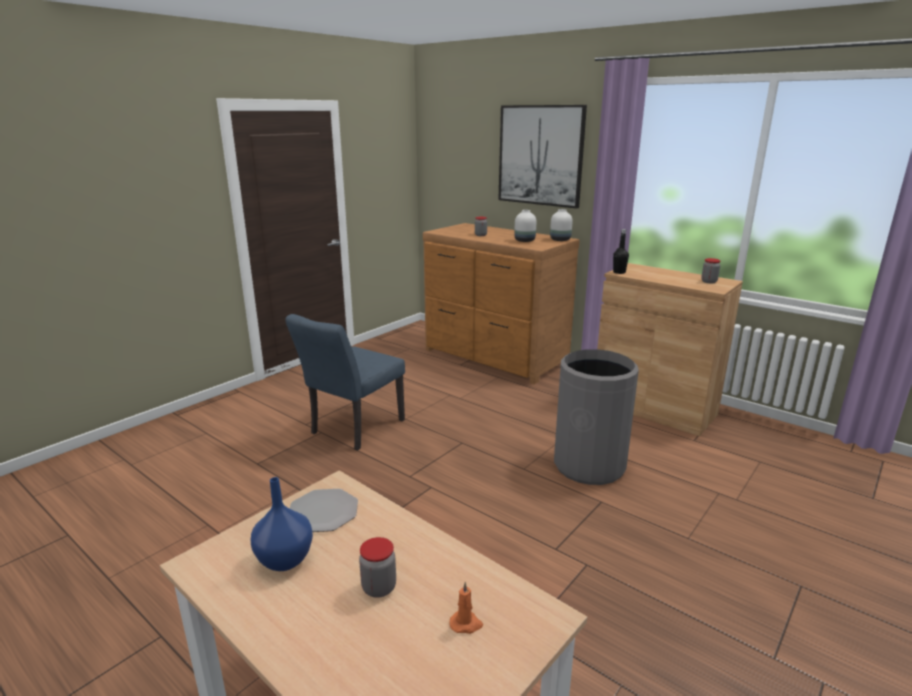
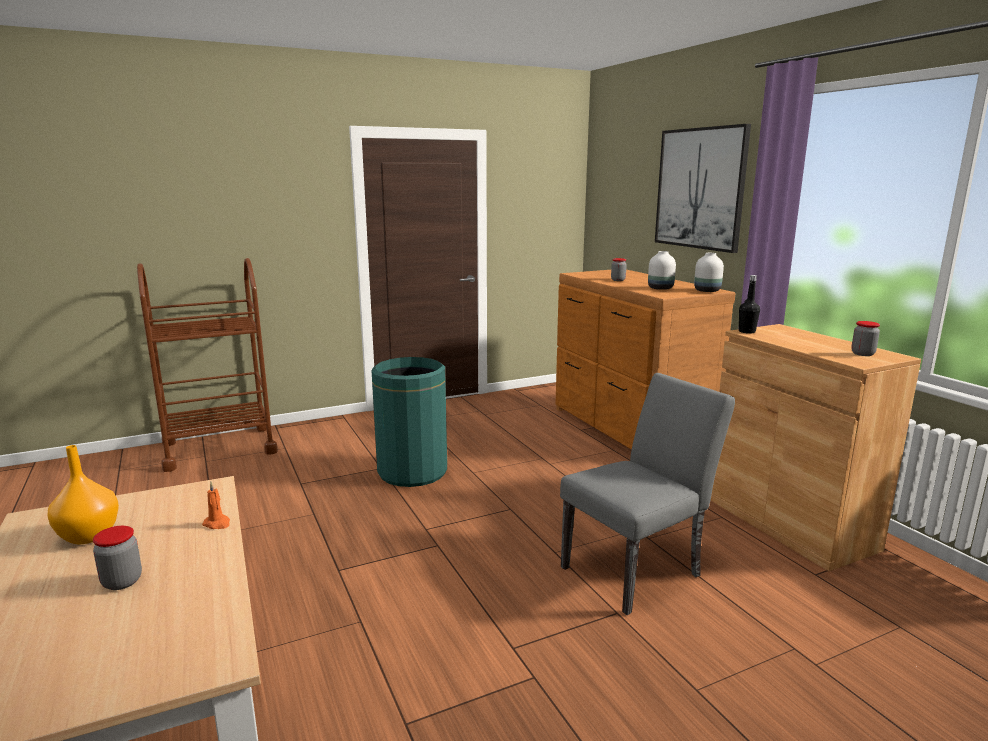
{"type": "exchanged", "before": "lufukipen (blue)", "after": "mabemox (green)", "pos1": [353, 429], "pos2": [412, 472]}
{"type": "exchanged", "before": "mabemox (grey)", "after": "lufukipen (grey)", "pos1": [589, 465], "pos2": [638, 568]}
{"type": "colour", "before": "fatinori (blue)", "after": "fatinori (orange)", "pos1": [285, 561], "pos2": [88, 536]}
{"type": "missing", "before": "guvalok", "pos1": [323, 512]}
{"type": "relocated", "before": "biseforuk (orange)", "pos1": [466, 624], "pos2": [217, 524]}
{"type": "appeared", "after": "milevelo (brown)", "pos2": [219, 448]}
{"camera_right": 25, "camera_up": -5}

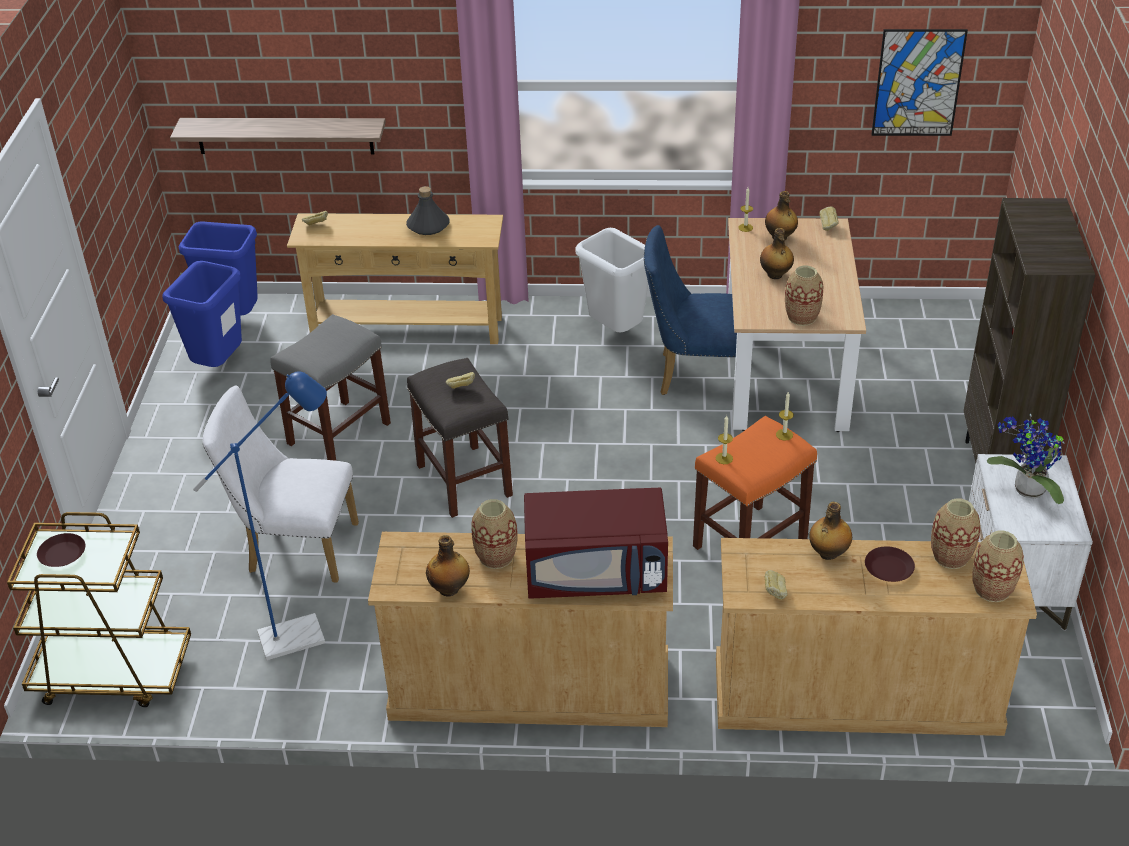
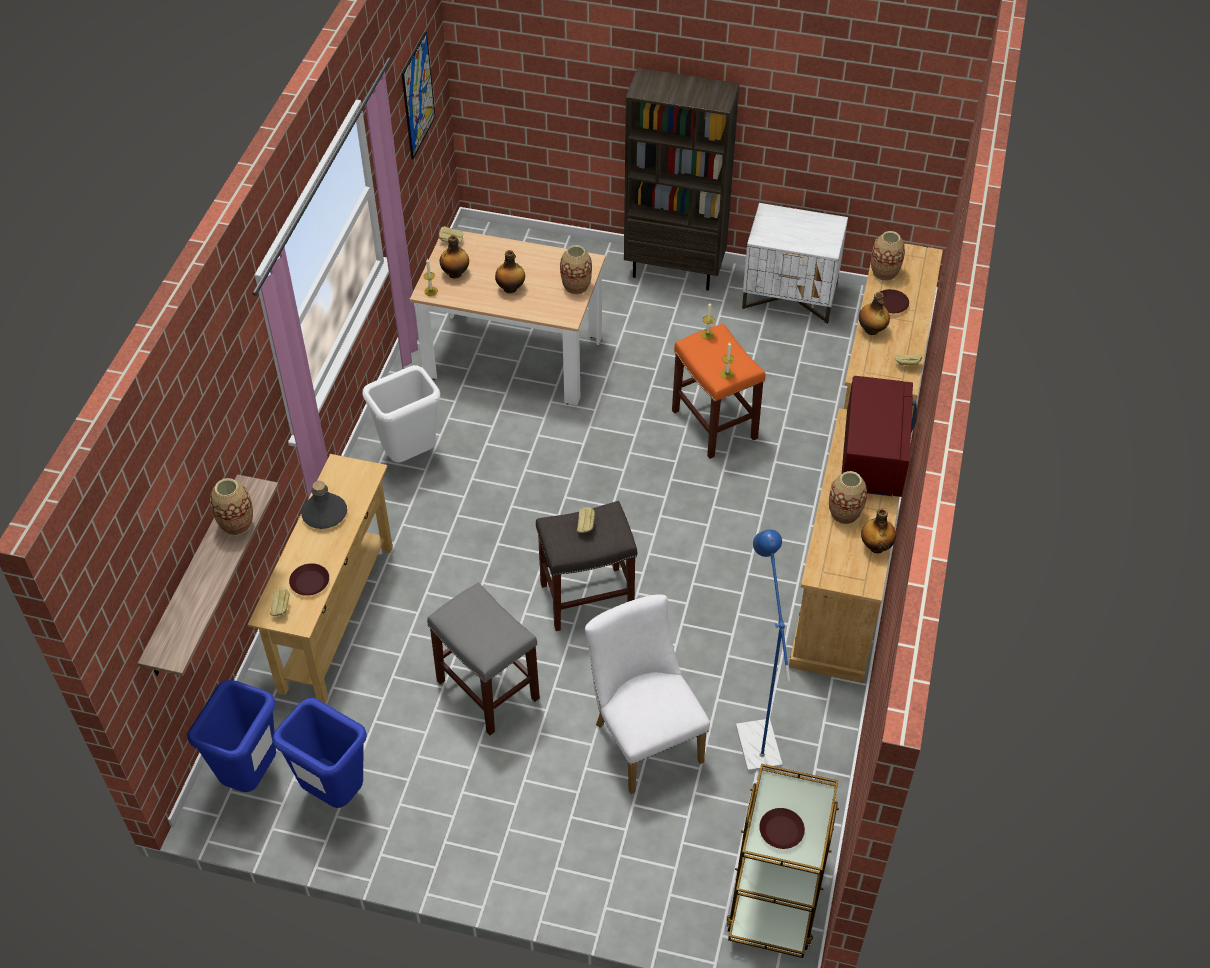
{"type": "missing", "before": "lufukipen (blue)", "pos1": [694, 375]}
{"type": "spun", "before": "lufukipen (white)", "pos1": [294, 548], "pos2": [644, 737], "turn": 135}
{"type": "missing", "before": "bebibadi", "pos1": [1025, 491]}
{"type": "relocated", "before": "fatinori", "pos1": [992, 589], "pos2": [237, 524]}
{"type": "appeared", "after": "guvalok (brown)", "pos2": [310, 582]}
{"camera_right": -80, "camera_up": 10}

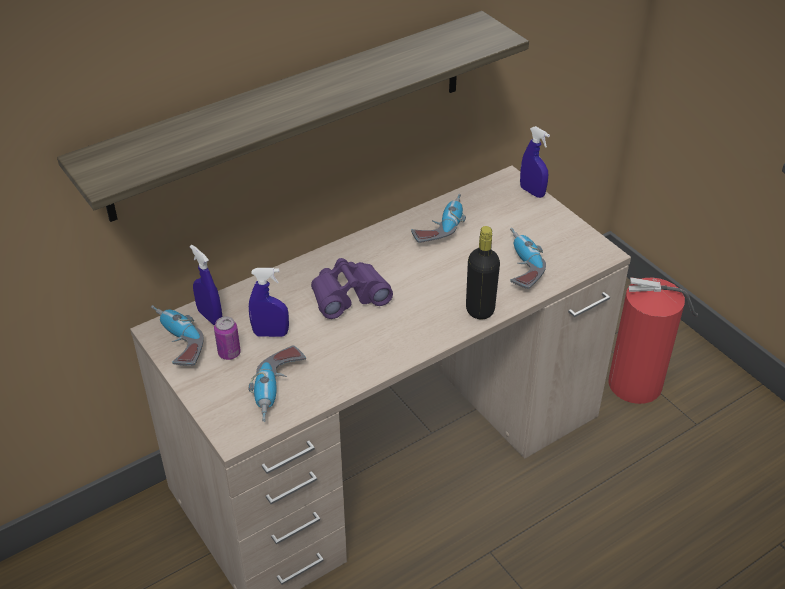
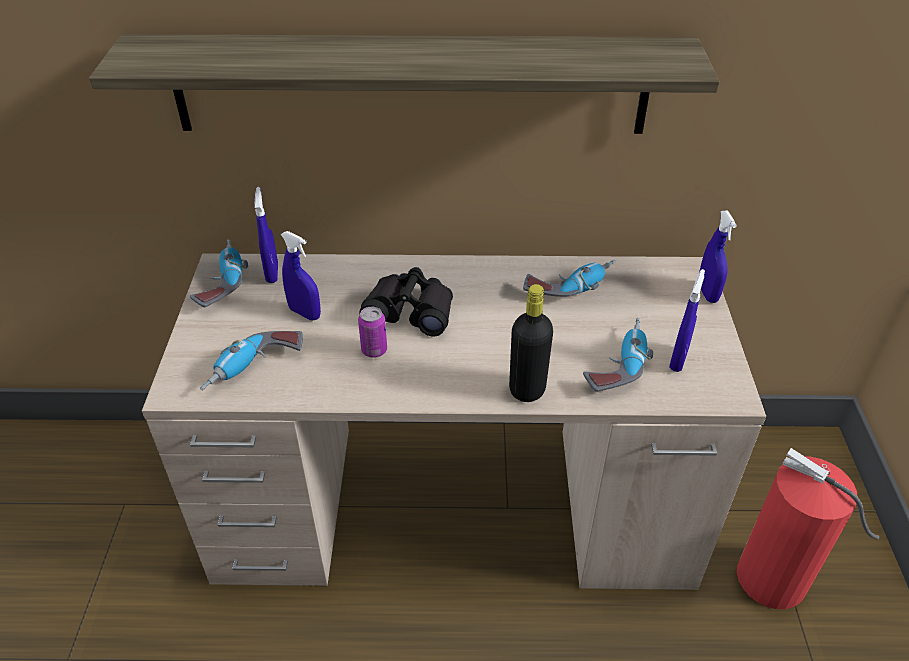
{"type": "colour", "before": "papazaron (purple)", "after": "papazaron (black)", "pos1": [349, 295], "pos2": [410, 311]}
{"type": "relocated", "before": "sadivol", "pos1": [229, 353], "pos2": [374, 350]}
{"type": "appeared", "after": "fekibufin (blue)", "pos2": [678, 360]}
{"camera_right": 35, "camera_up": 0}

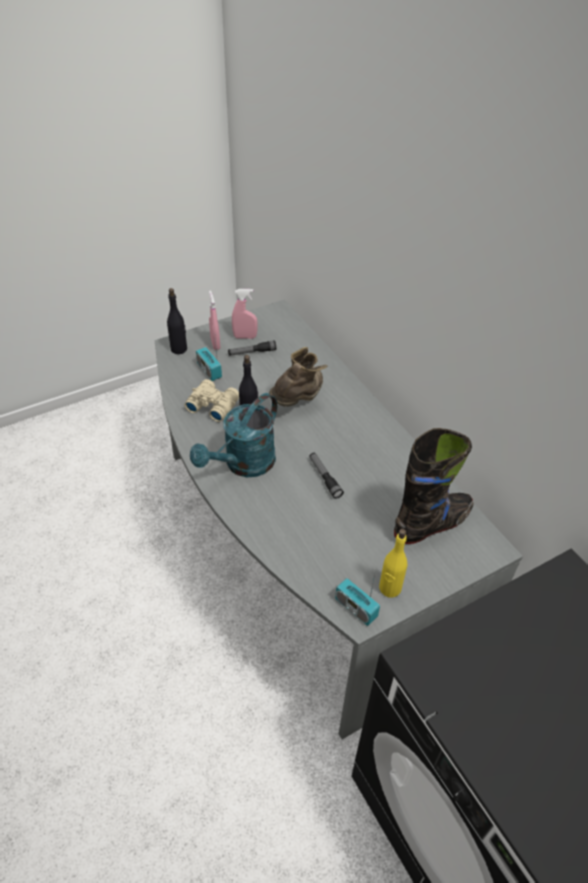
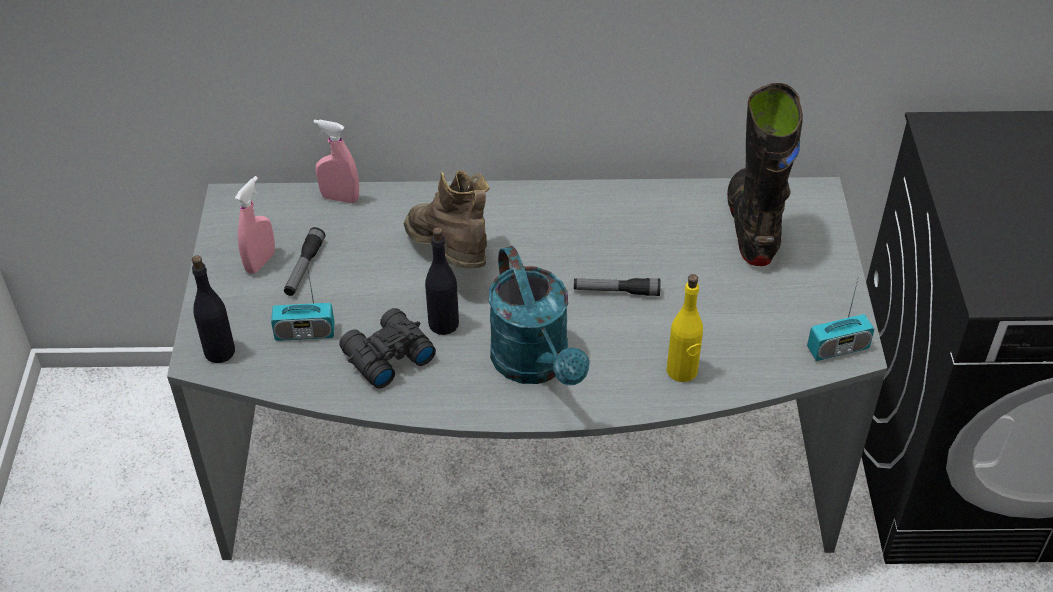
{"type": "relocated", "before": "fekibufin (pink)", "pos1": [215, 344], "pos2": [340, 198]}
{"type": "colour", "before": "papazaron (beige)", "after": "papazaron (black)", "pos1": [212, 404], "pos2": [385, 356]}
{"type": "relocated", "before": "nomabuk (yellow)", "pos1": [389, 588], "pos2": [682, 371]}
{"camera_right": -60, "camera_up": 0}

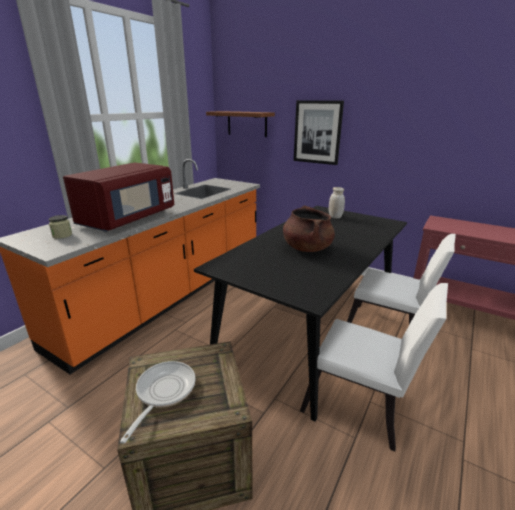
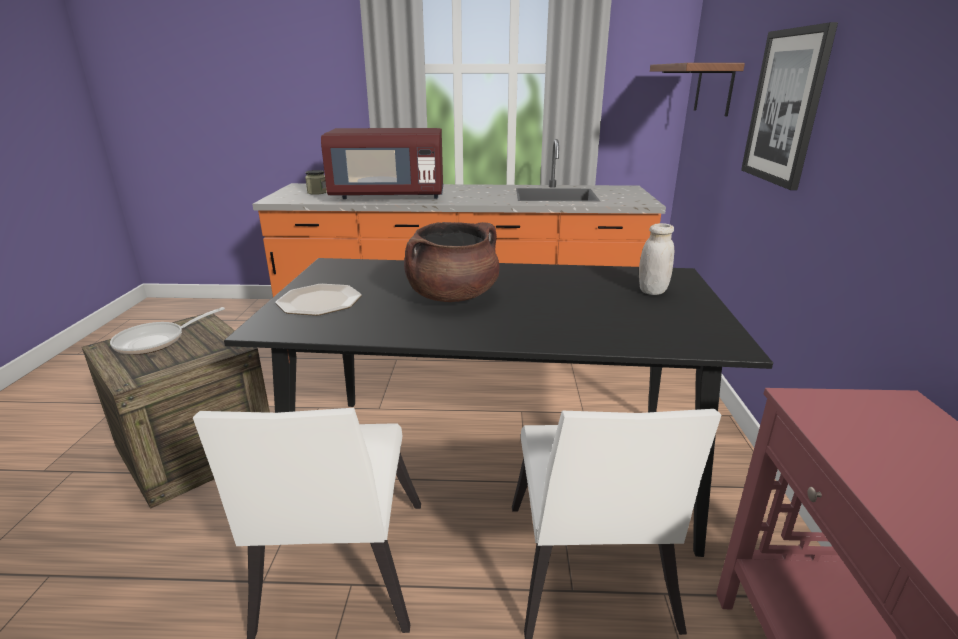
{"type": "spun", "before": "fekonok", "pos1": [163, 392], "pos2": [156, 341], "turn": 150}
{"type": "appeared", "after": "guvalok", "pos2": [320, 301]}
{"camera_right": 60, "camera_up": 0}

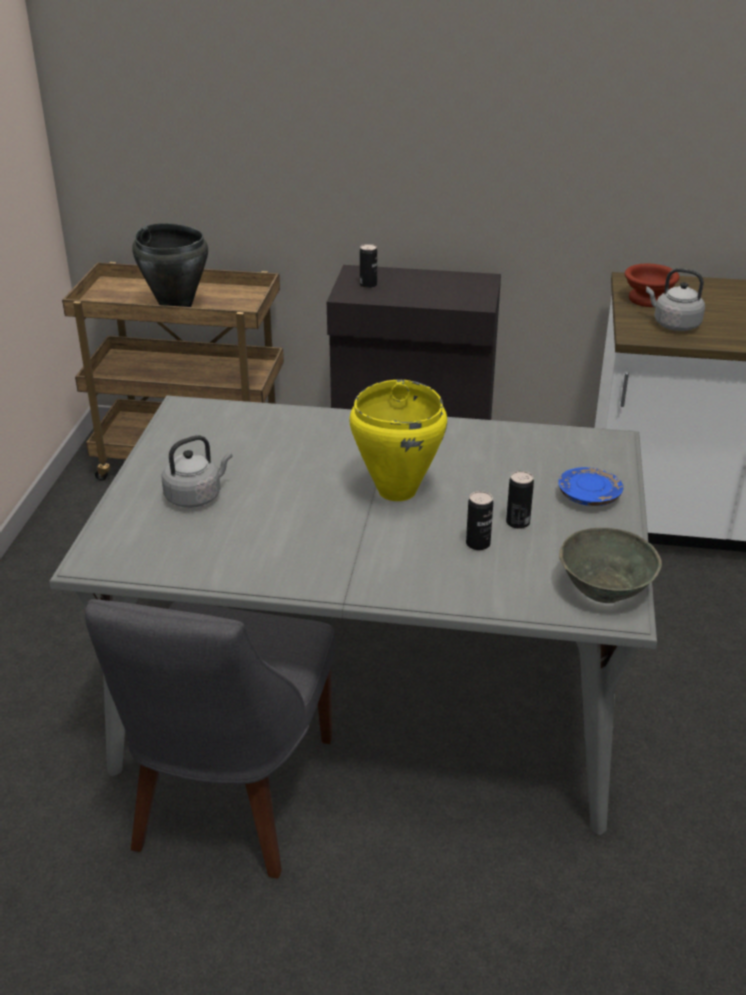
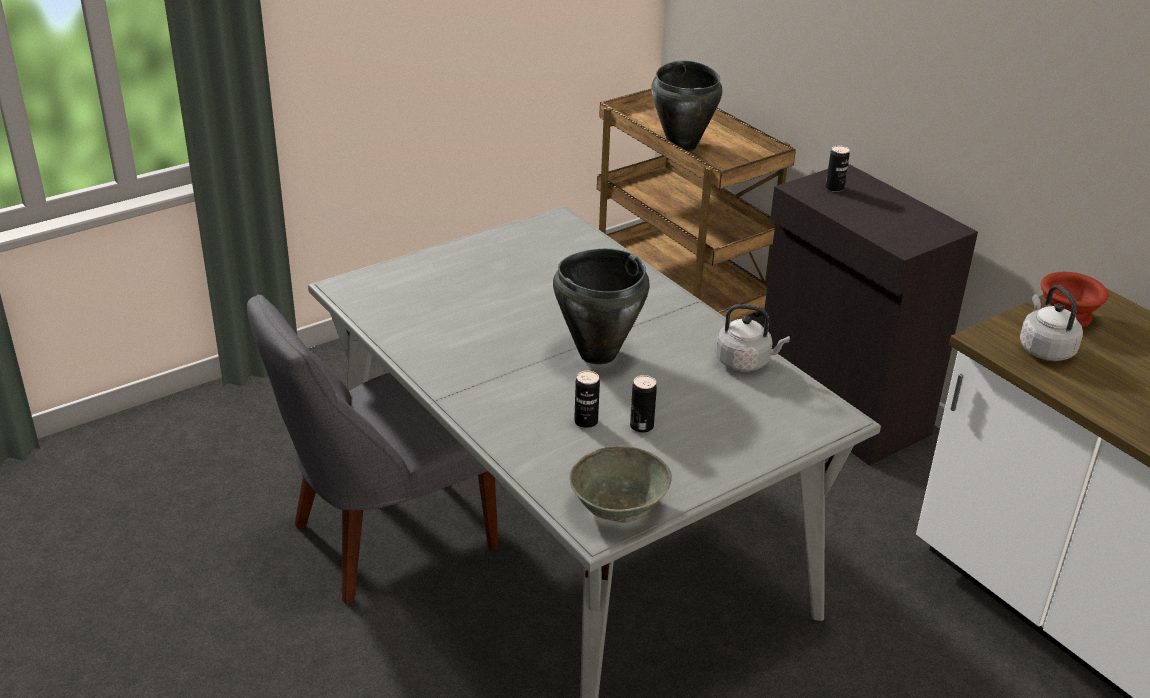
{"type": "colour", "before": "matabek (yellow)", "after": "matabek (black)", "pos1": [396, 491], "pos2": [596, 354]}
{"type": "relocated", "before": "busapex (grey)", "pos1": [196, 496], "pos2": [745, 362]}
{"type": "missing", "before": "guvalok (blue)", "pos1": [588, 496]}
{"camera_right": 45, "camera_up": 0}

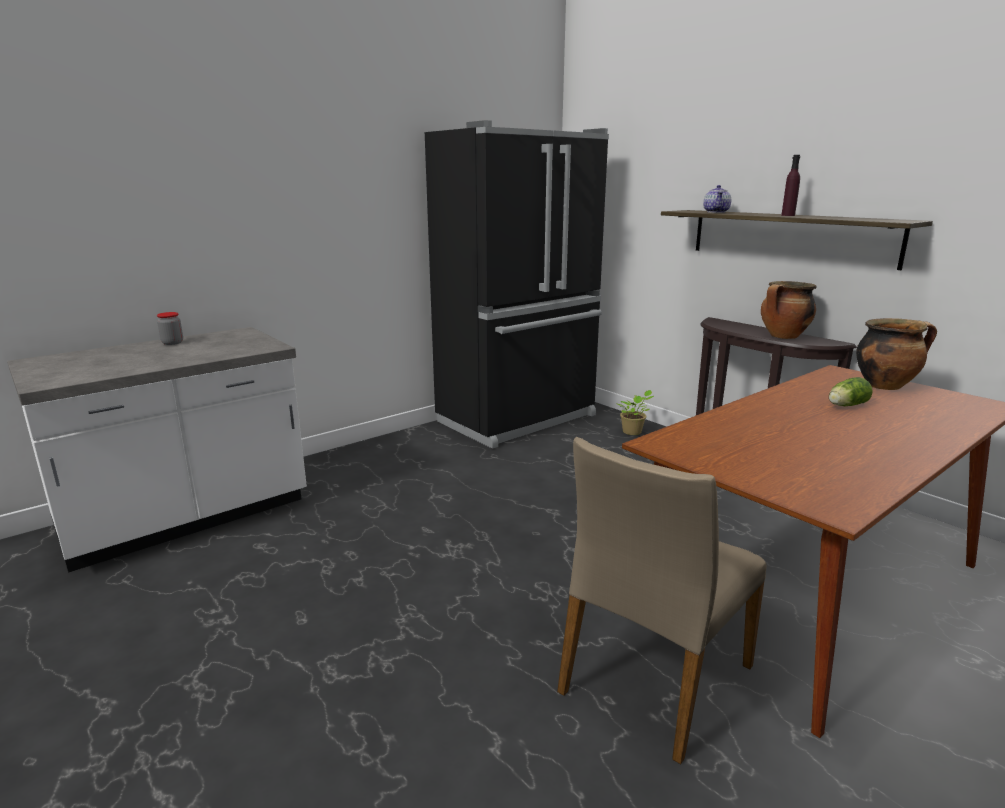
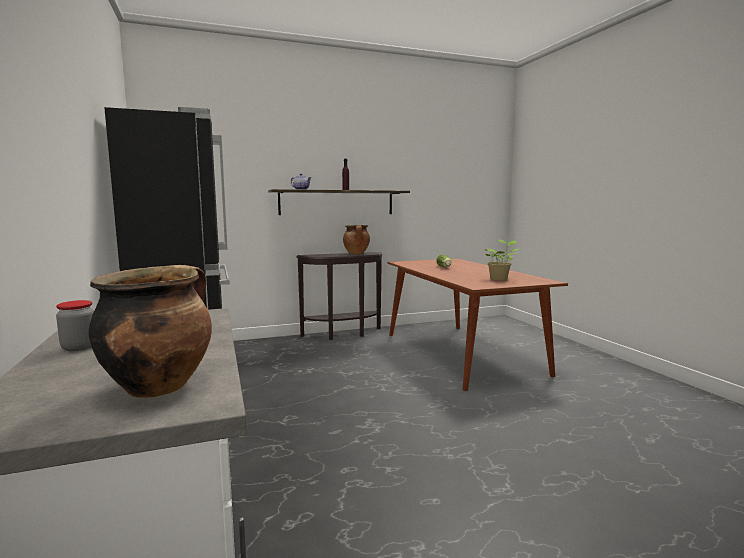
{"type": "relocated", "before": "matabek", "pos1": [885, 385], "pos2": [159, 385]}
{"type": "relocated", "before": "bebibadi", "pos1": [633, 432], "pos2": [499, 279]}
{"type": "missing", "before": "lufukipen (beige)", "pos1": [653, 678]}
{"camera_right": -70, "camera_up": -10}

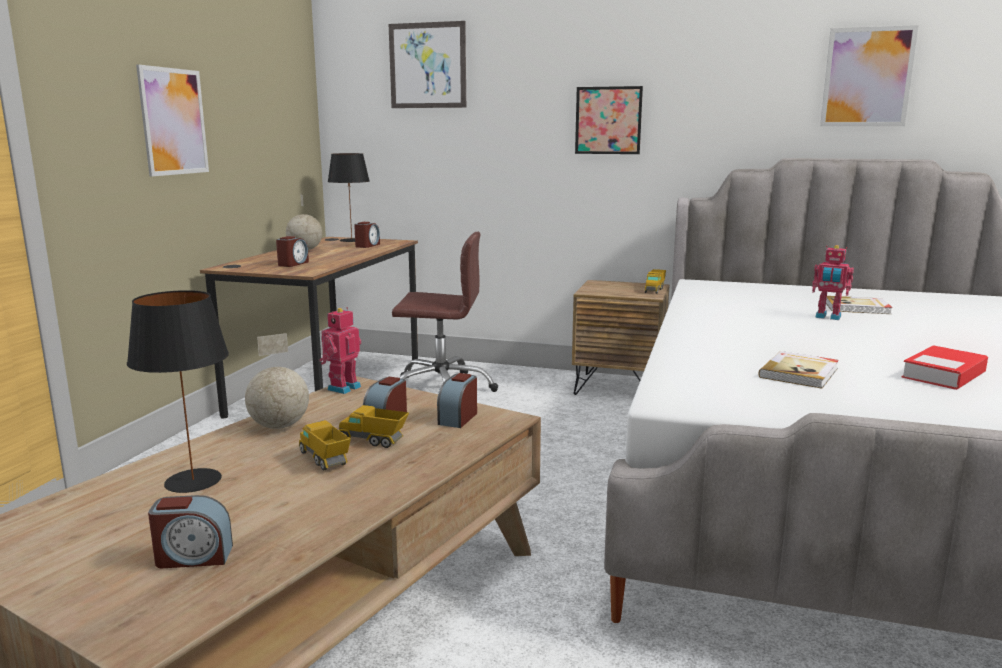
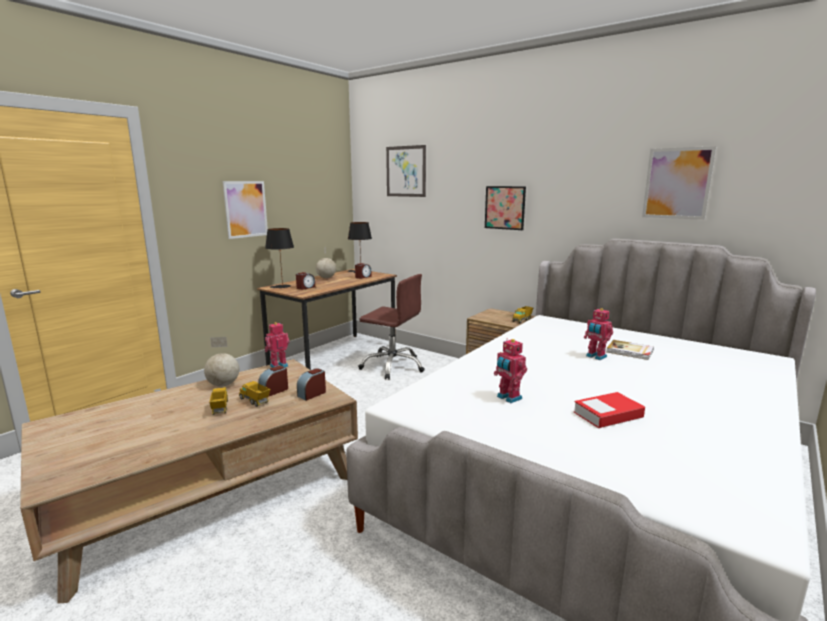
{"type": "relocated", "before": "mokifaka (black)", "pos1": [192, 481], "pos2": [282, 286]}
{"type": "exchanged", "before": "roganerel", "after": "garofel", "pos1": [800, 373], "pos2": [508, 398]}
{"type": "missing", "before": "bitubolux", "pos1": [193, 557]}
{"camera_right": 20, "camera_up": 0}

